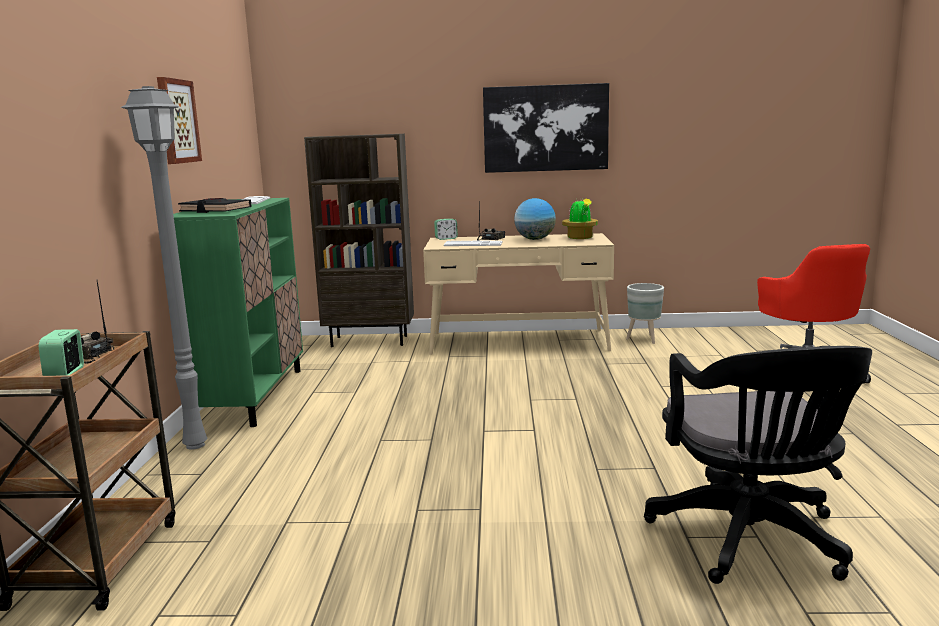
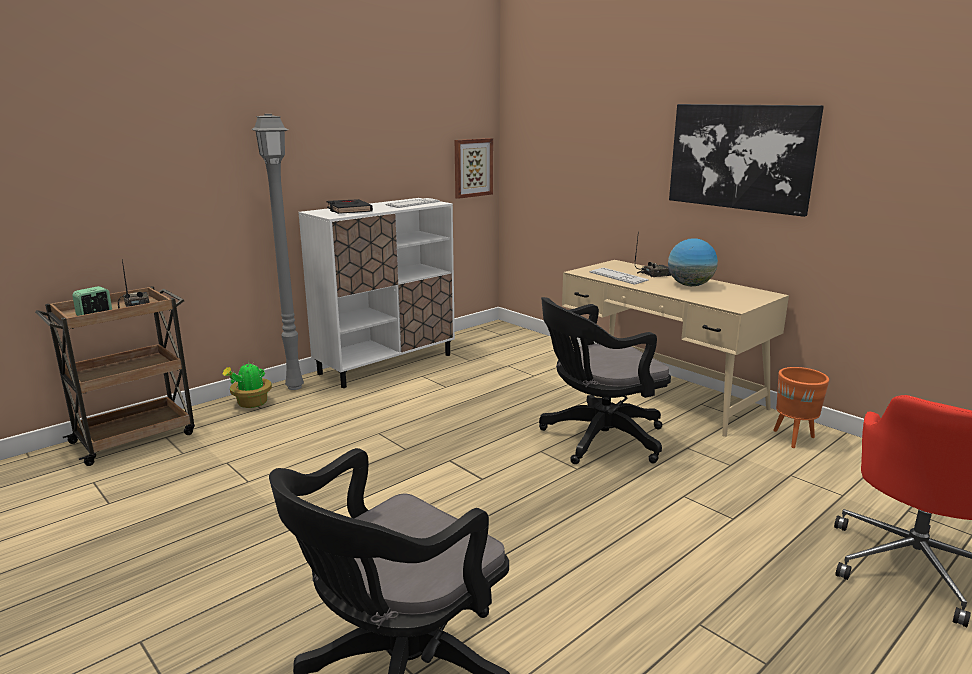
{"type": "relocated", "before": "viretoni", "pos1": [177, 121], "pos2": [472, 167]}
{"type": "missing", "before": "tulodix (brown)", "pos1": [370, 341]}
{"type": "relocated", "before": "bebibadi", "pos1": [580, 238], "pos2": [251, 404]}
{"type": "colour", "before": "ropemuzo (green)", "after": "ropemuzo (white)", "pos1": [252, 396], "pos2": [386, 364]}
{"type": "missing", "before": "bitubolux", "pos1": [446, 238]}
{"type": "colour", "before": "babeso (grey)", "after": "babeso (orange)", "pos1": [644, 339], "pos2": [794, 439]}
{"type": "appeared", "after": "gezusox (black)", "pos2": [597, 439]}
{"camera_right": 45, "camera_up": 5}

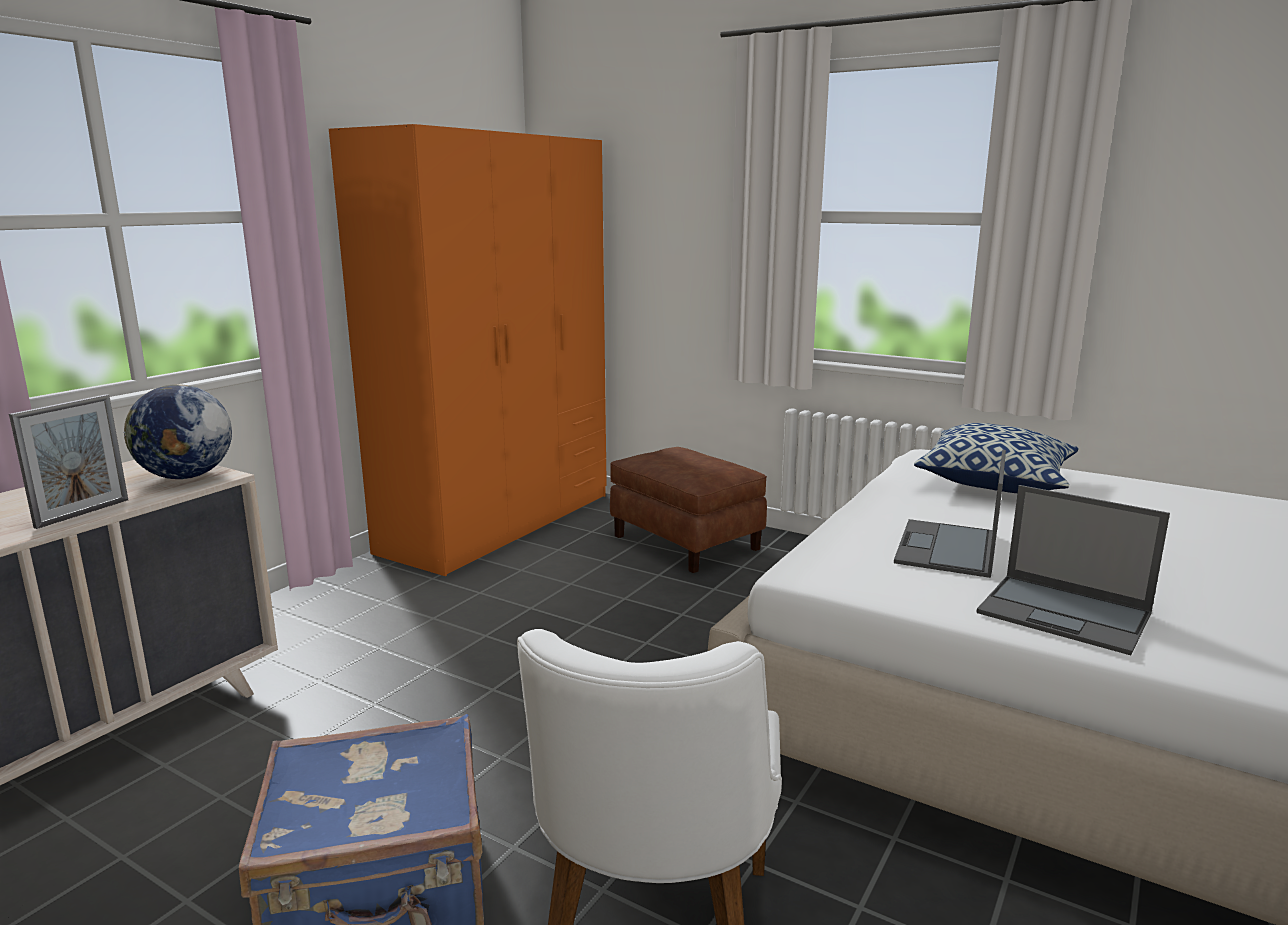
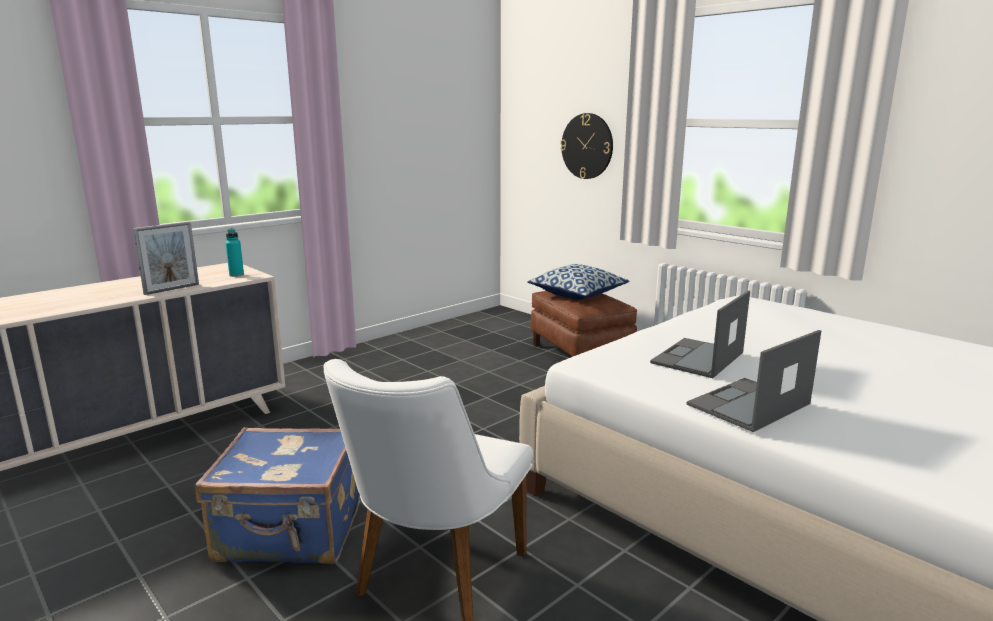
{"type": "missing", "before": "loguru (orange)", "pos1": [499, 522]}
{"type": "exchanged", "before": "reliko", "after": "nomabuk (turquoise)", "pos1": [185, 477], "pos2": [236, 275]}
{"type": "relocated", "before": "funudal", "pos1": [995, 481], "pos2": [577, 294]}
{"type": "spun", "before": "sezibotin", "pos1": [1066, 614], "pos2": [748, 405], "turn": 90}
{"type": "appeared", "after": "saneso", "pos2": [587, 146]}
{"camera_right": 15, "camera_up": 0}

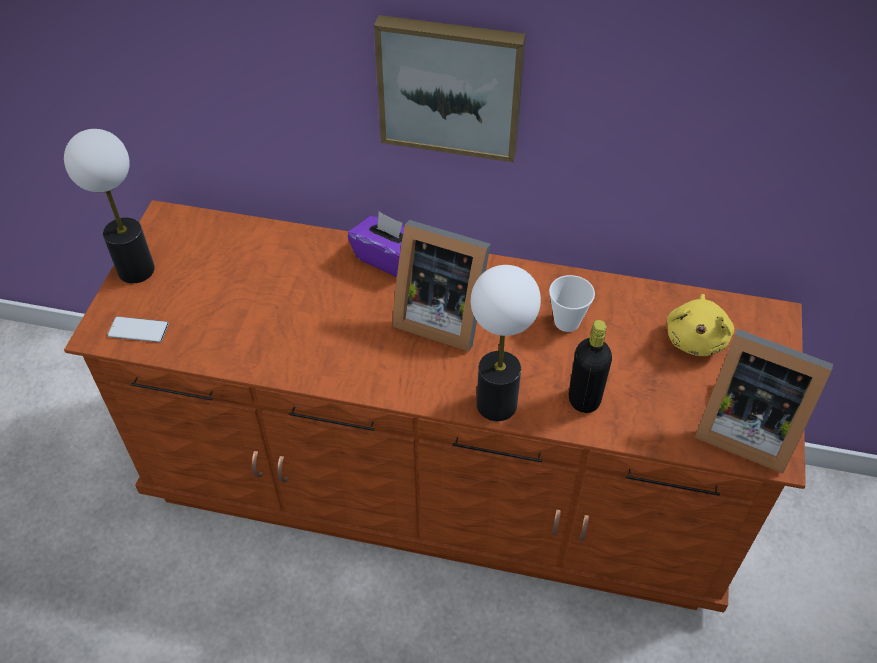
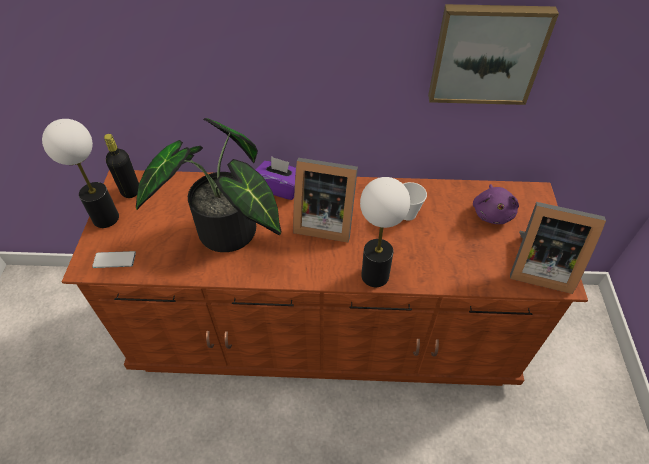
{"type": "relocated", "before": "viretoni", "pos1": [450, 86], "pos2": [487, 54]}
{"type": "colour", "before": "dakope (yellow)", "after": "dakope (purple)", "pos1": [696, 338], "pos2": [492, 213]}
{"type": "relocated", "before": "nomabuk (black)", "pos1": [584, 400], "pos2": [130, 191]}
{"type": "appeared", "after": "bebibadi", "pos2": [229, 236]}
{"camera_right": -10, "camera_up": 0}

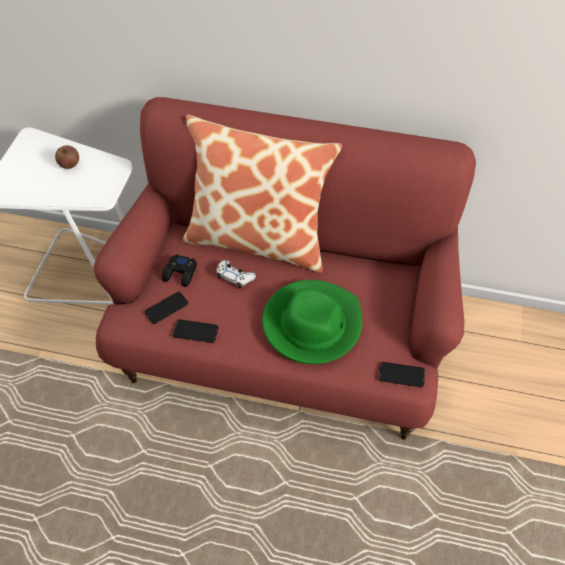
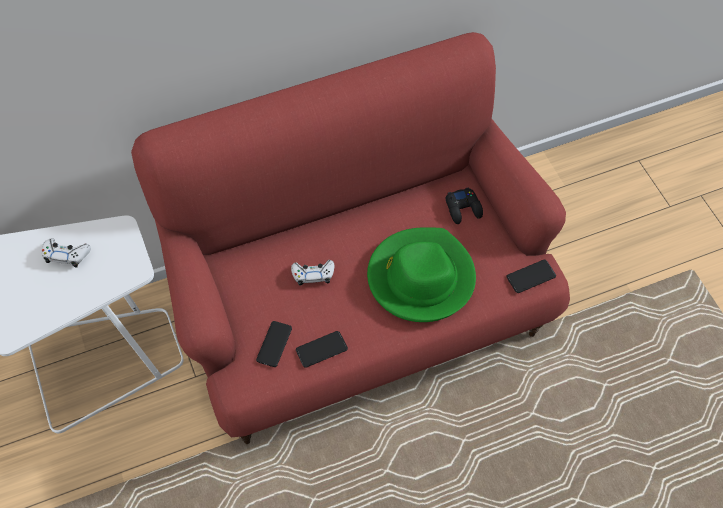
{"type": "missing", "before": "funudal", "pos1": [258, 239]}
{"type": "exchanged", "before": "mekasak", "after": "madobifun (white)", "pos1": [69, 164], "pos2": [66, 255]}
{"type": "relocated", "before": "madobifun (black)", "pos1": [180, 273], "pos2": [463, 208]}
{"camera_right": -35, "camera_up": 5}

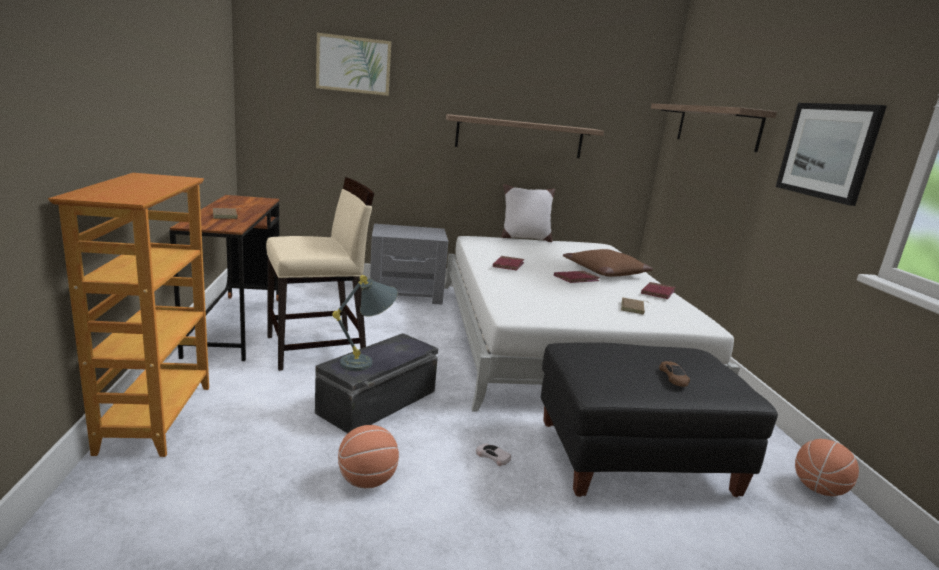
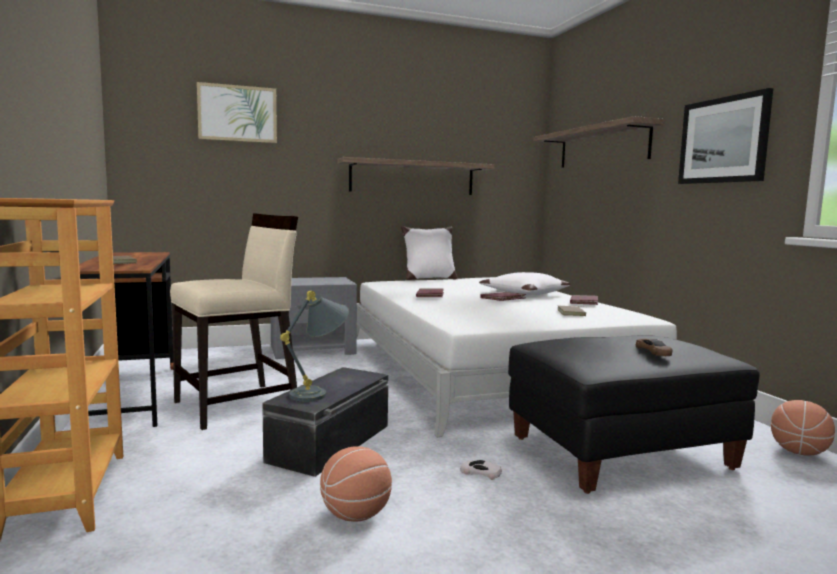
{"type": "colour", "before": "funudal (brown)", "after": "funudal (white)", "pos1": [605, 271], "pos2": [523, 293]}
{"camera_right": -10, "camera_up": -10}

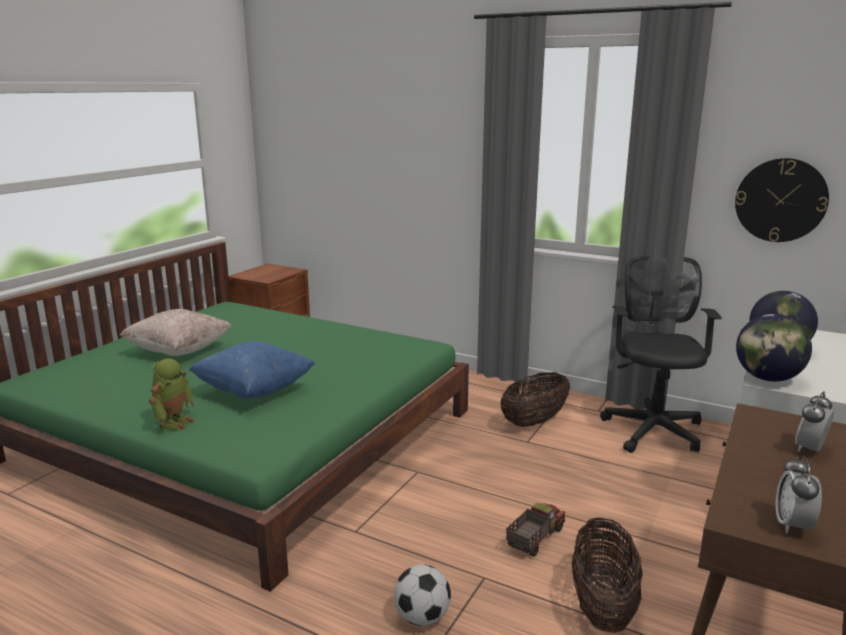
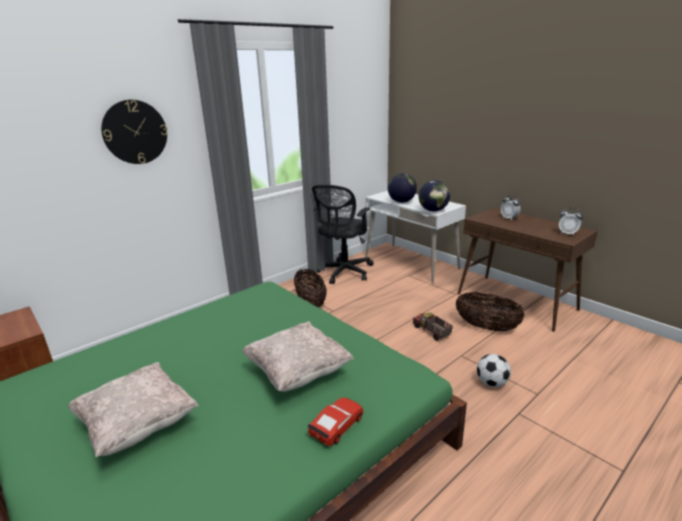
{"type": "relocated", "before": "saneso", "pos1": [780, 200], "pos2": [135, 132]}
{"type": "spun", "before": "gezusox (black)", "pos1": [652, 428], "pos2": [343, 273], "turn": -90}
{"type": "colour", "before": "funudal (blue)", "after": "funudal (beige)", "pos1": [254, 391], "pos2": [298, 373]}
{"type": "exchanged", "before": "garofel", "after": "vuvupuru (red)", "pos1": [174, 422], "pos2": [336, 426]}
{"camera_right": -70, "camera_up": 5}

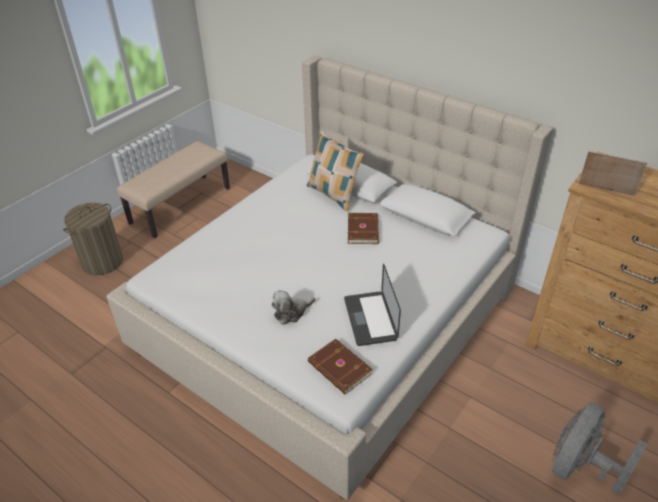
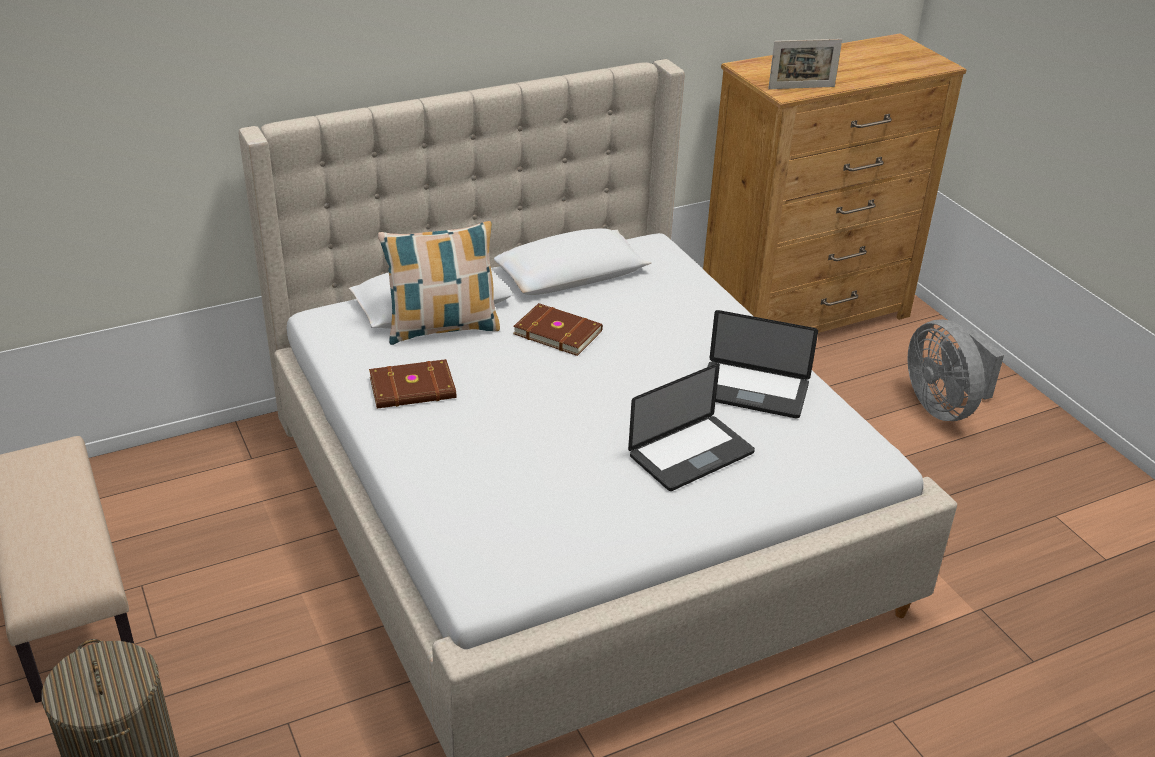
{"type": "spun", "before": "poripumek", "pos1": [606, 189], "pos2": [801, 88], "turn": -150}
{"type": "exchanged", "before": "dakope", "after": "sezibotin", "pos1": [291, 312], "pos2": [691, 454]}
{"type": "relocated", "before": "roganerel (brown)", "pos1": [339, 369], "pos2": [413, 389]}
{"camera_right": -65, "camera_up": -5}

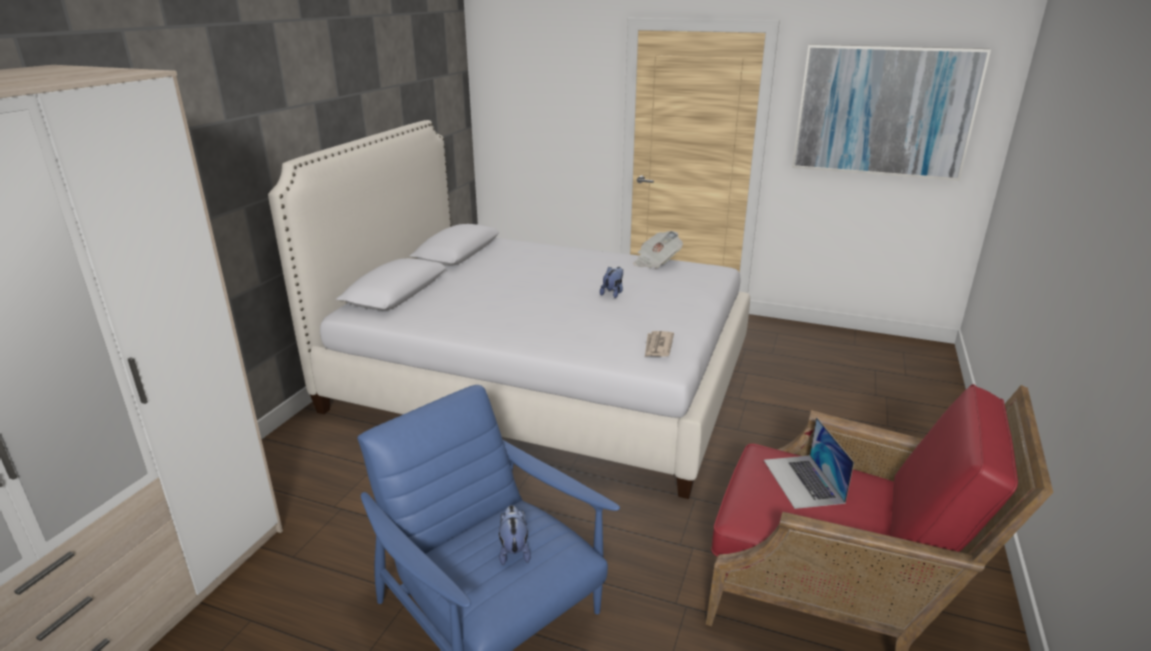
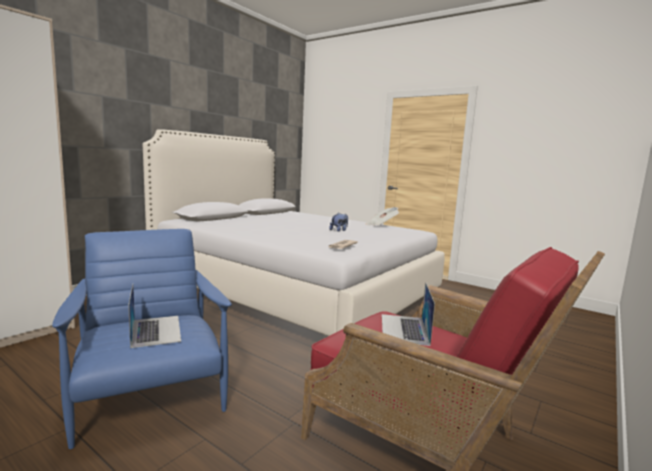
{"type": "missing", "before": "viretoni", "pos1": [883, 111]}
{"type": "exchanged", "before": "dakope", "after": "sezibotin", "pos1": [514, 550], "pos2": [156, 330]}
{"camera_right": 15, "camera_up": -15}

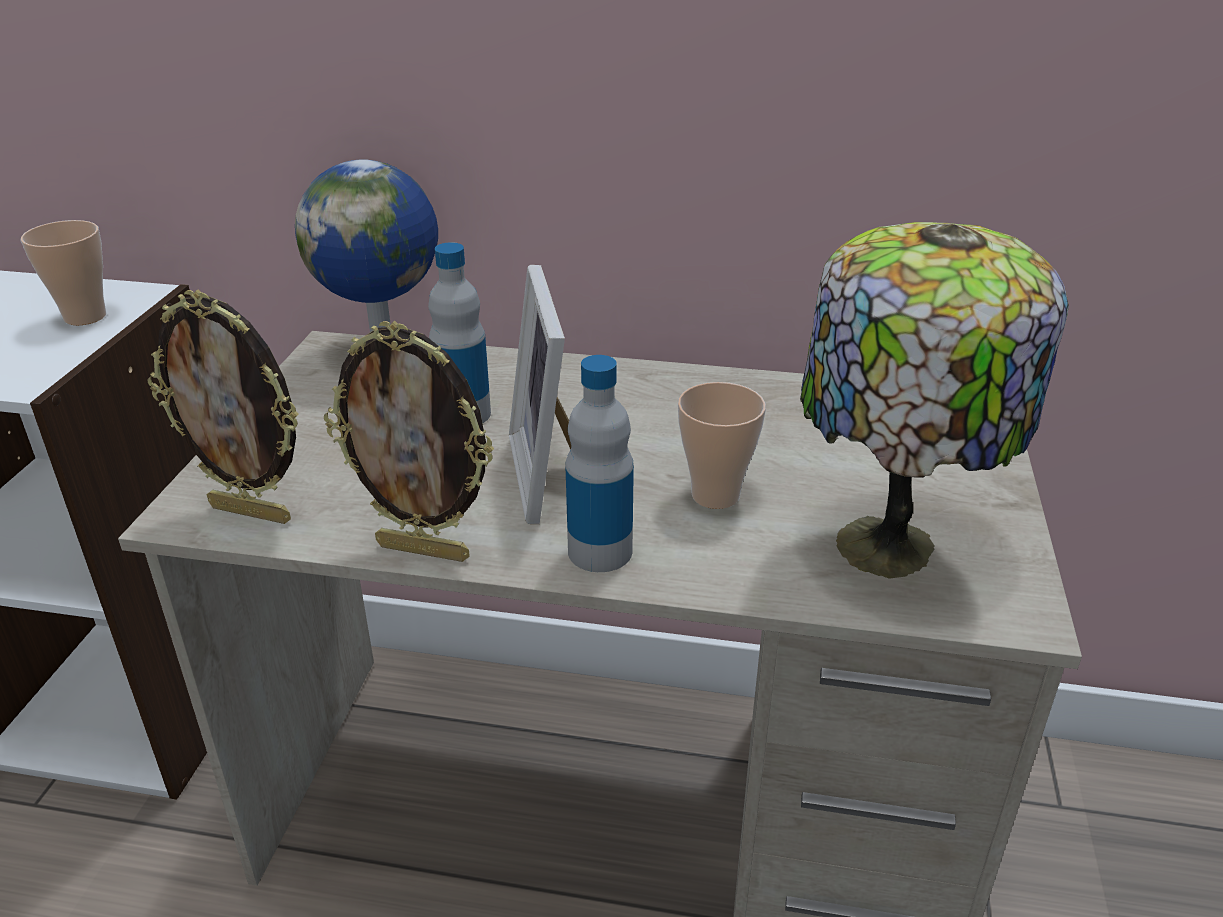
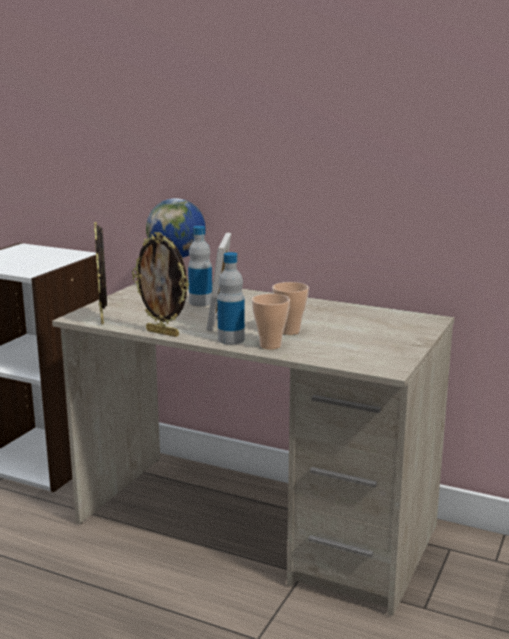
{"type": "relocated", "before": "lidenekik", "pos1": [85, 317], "pos2": [270, 345]}
{"type": "missing", "before": "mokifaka", "pos1": [887, 552]}
{"type": "spun", "before": "poripumek", "pos1": [253, 512], "pos2": [103, 319], "turn": 45}
{"camera_right": 15, "camera_up": -15}

